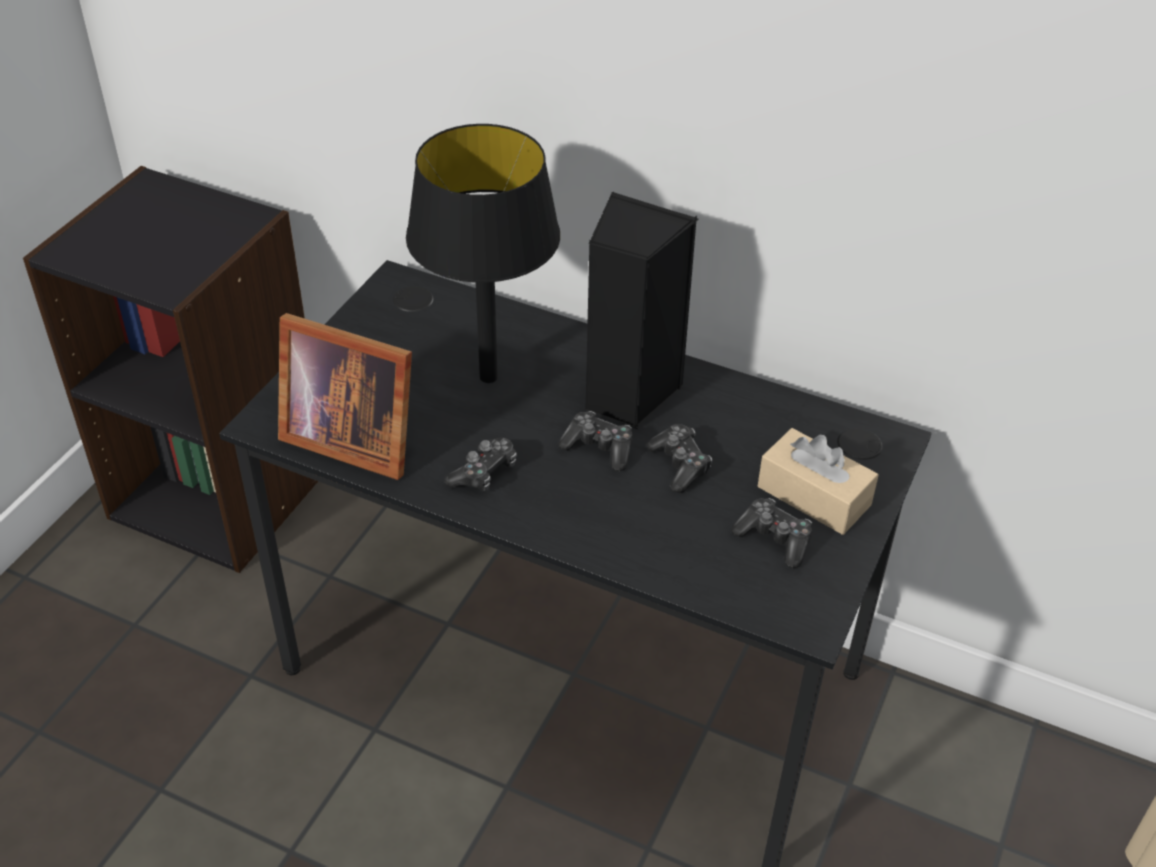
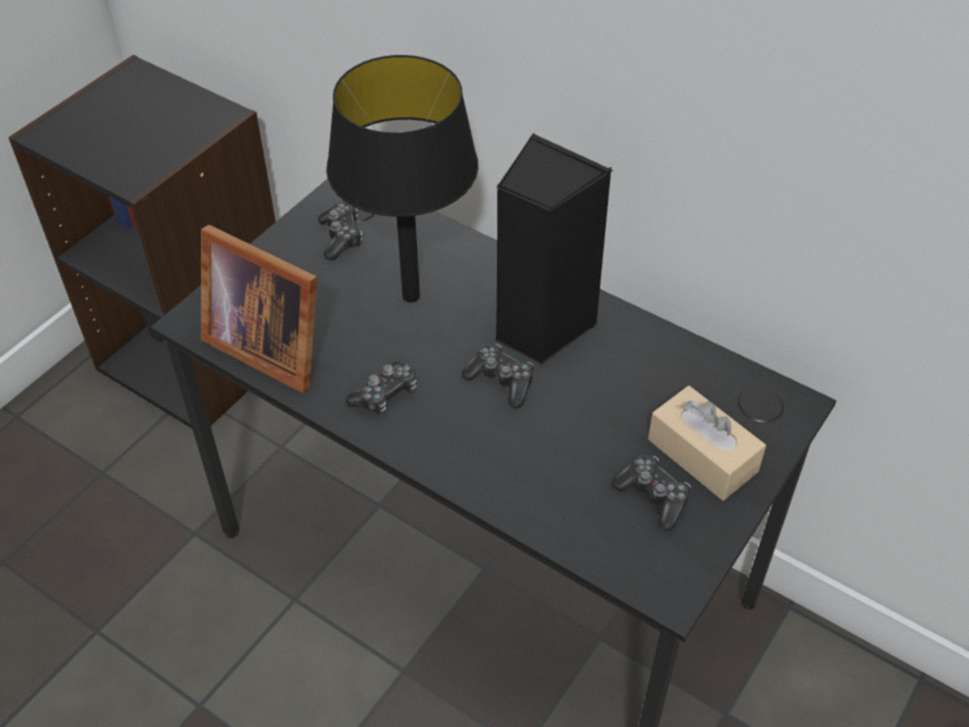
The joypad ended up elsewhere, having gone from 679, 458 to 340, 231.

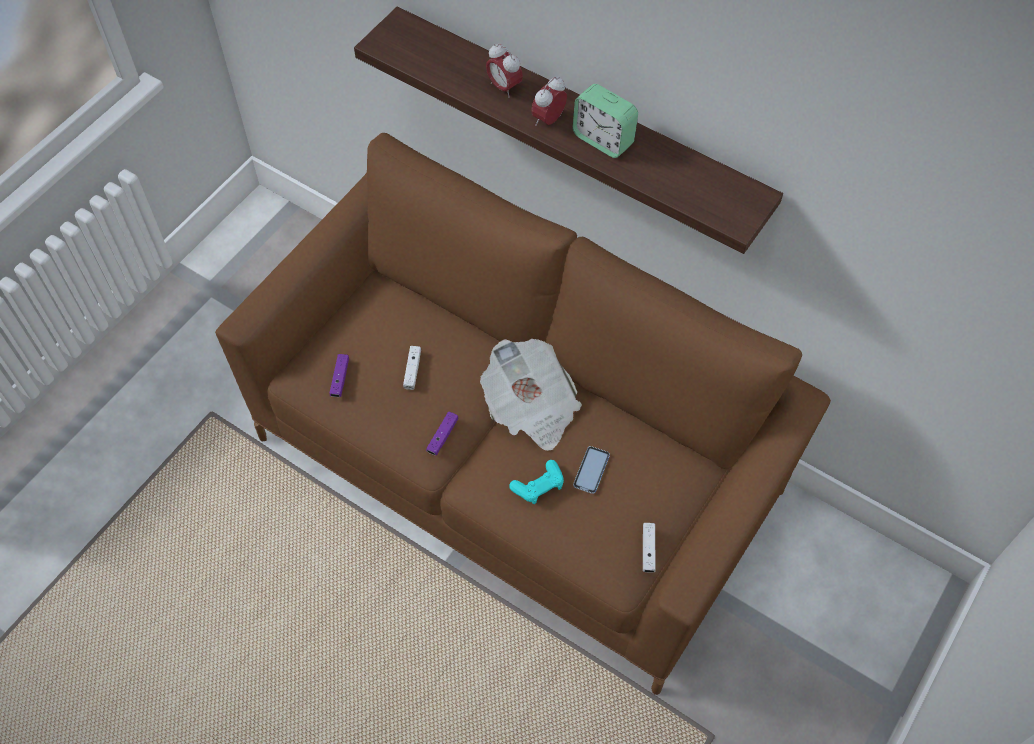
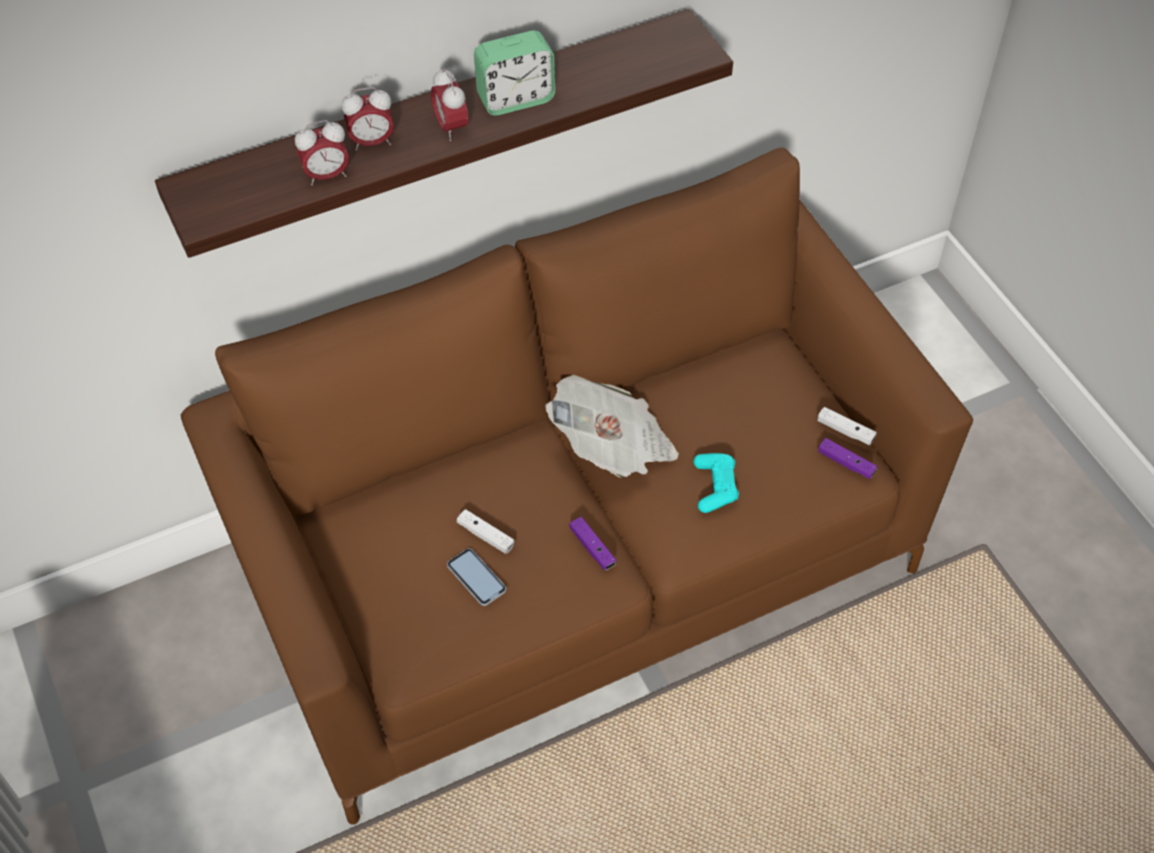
The second view gained the bedside clock at 322, 153.
The joypad (purple-coloured) ended up elsewhere, having gone from 339, 375 to 847, 458.
The handset ended up elsewhere, having gone from 591, 470 to 476, 577.

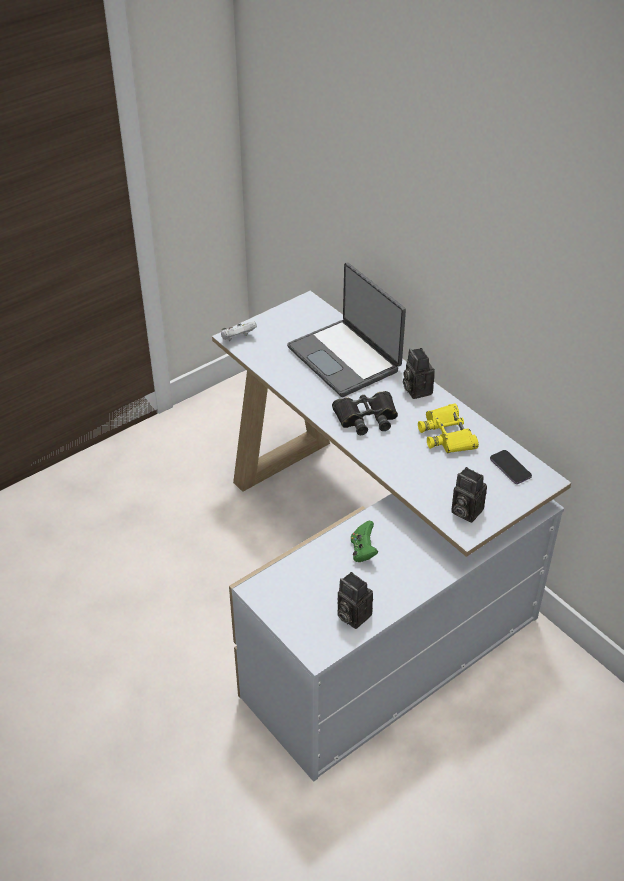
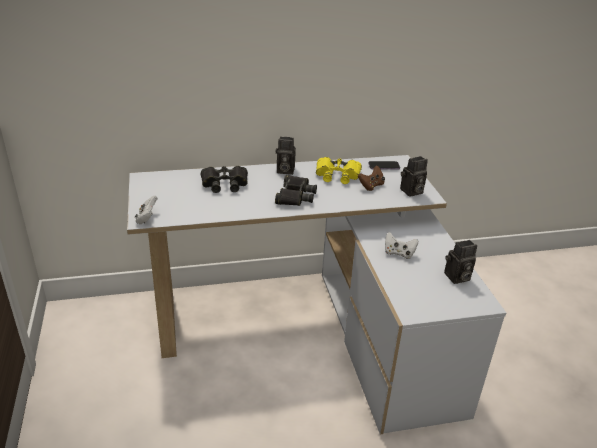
The second view gained the joypad (brownish) at 371, 178.
Where the portable computer stood at 346, 329, the field glasses (blackish) came to stand at 224, 179.
What was the joypad (greenish) at 364, 541 turned into the joypad (whitish) at 401, 245.

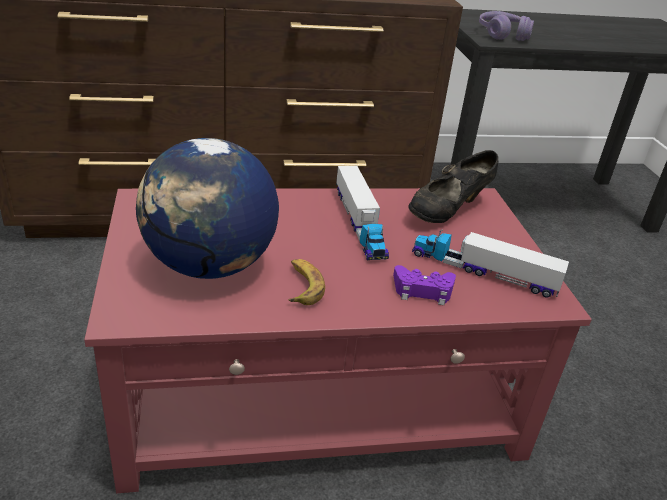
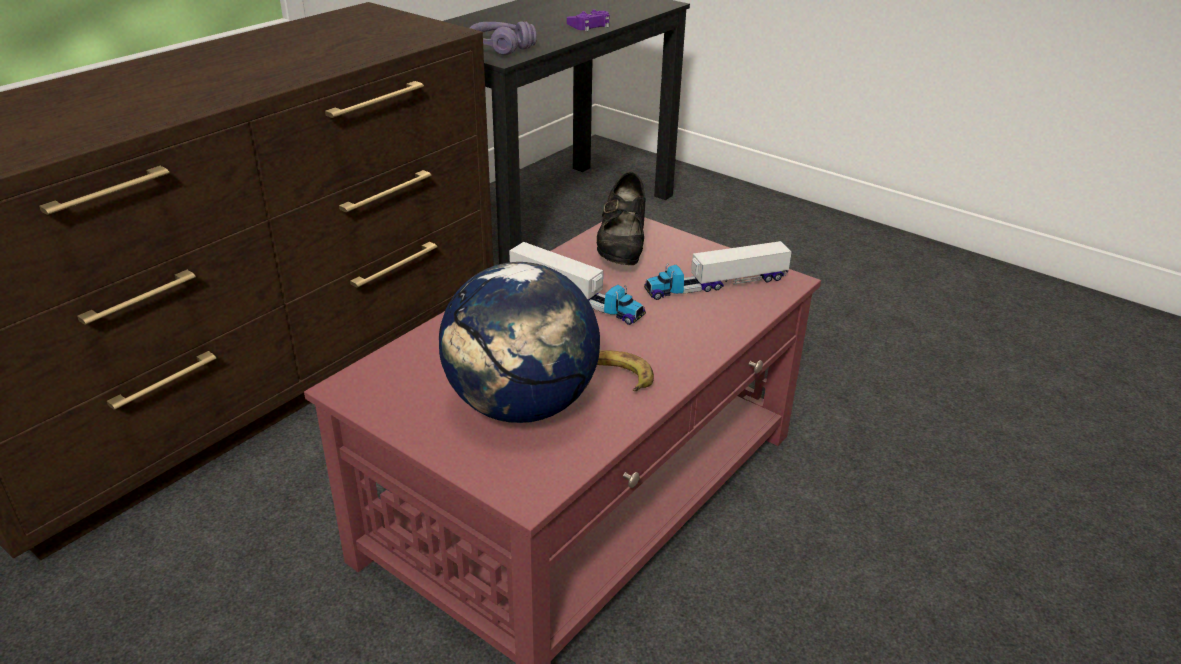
The joypad (purple-coloured) ended up elsewhere, having gone from 424, 285 to 588, 20.

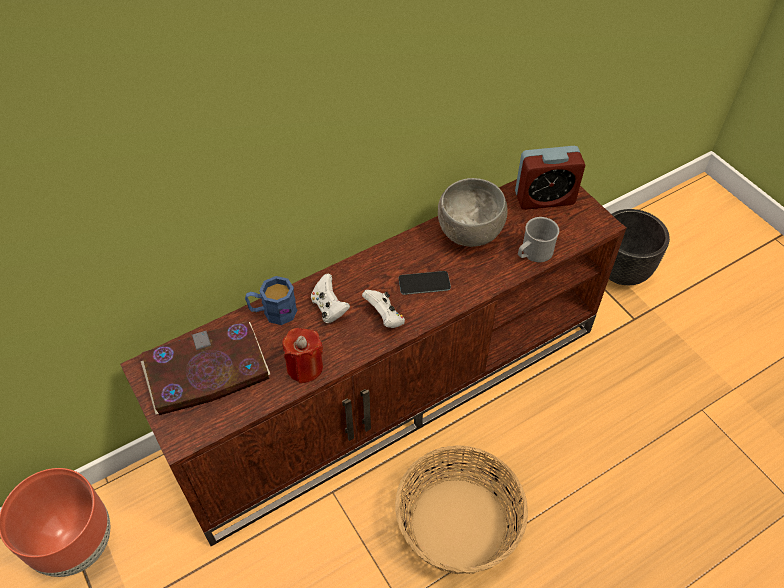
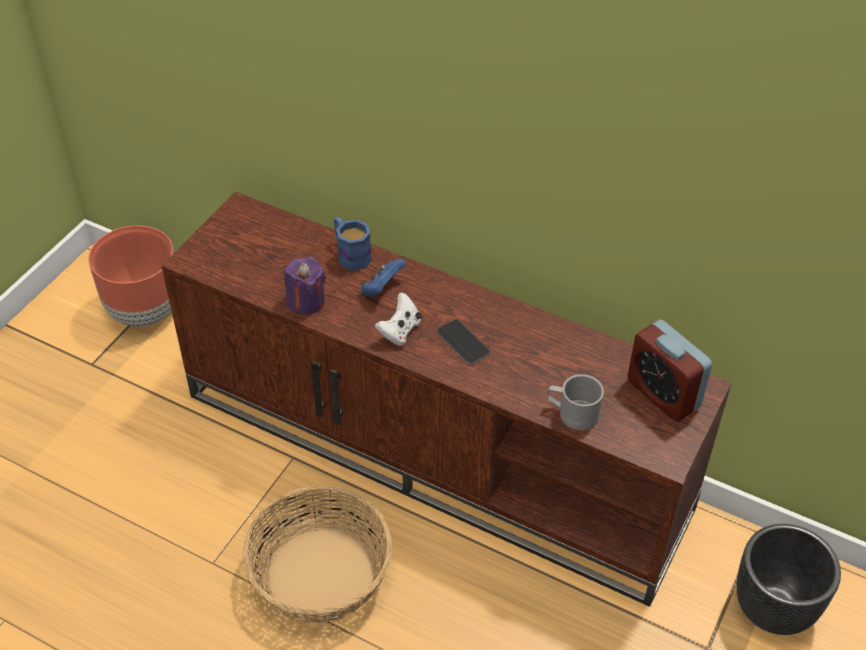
The second view lost the volume at 205, 368.
The second view lost the serving bowl (greyish) at 473, 212.
What was the wax candle (reddish) at 302, 355 turned into the wax candle (purple-coloured) at 305, 286.
What was the joypad (whitish) at 330, 298 turned into the joypad (bluish) at 383, 277.

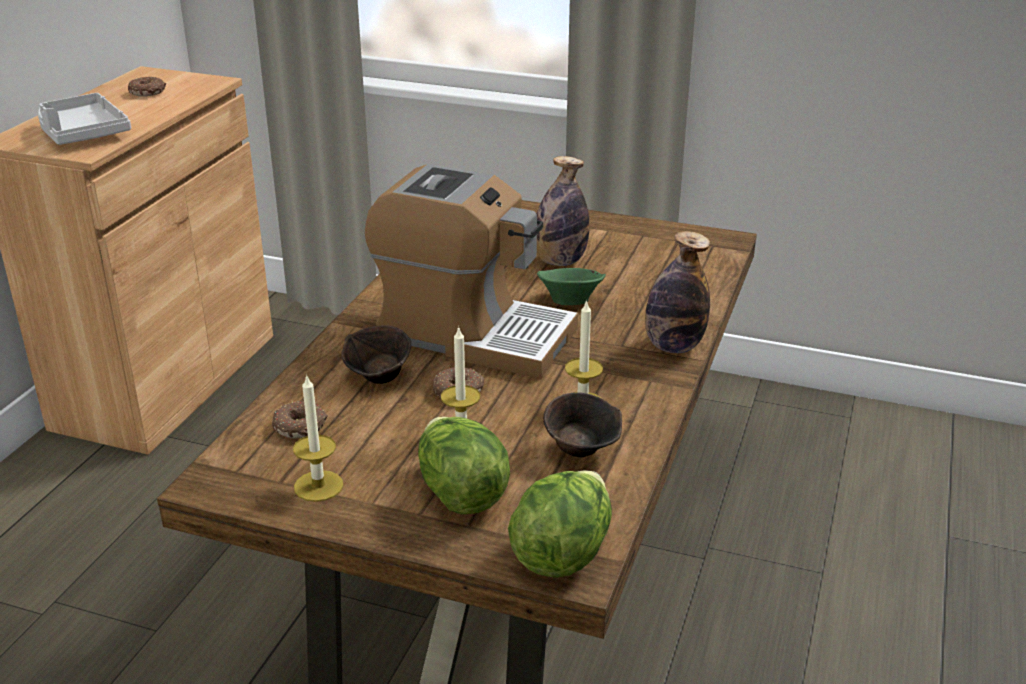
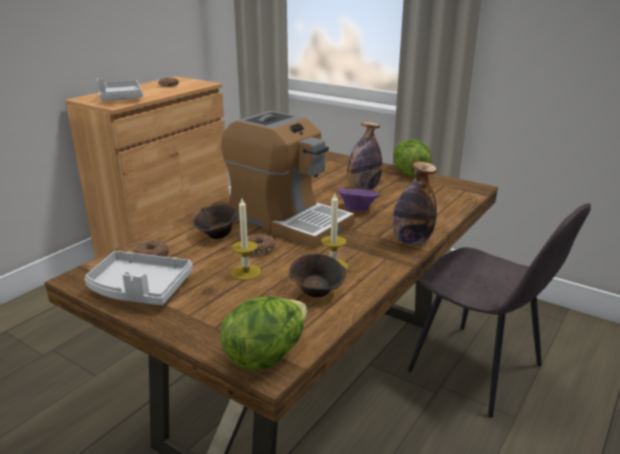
The second view gained the upright chair (greyish) at 499, 310.
The head of lettuce ended up elsewhere, having gone from 464, 465 to 412, 158.
Where the wax candle stood at 318, 438, the carrying tray (greyish) came to stand at 139, 278.
What was the serving bowl (greenish) at 571, 286 turned into the serving bowl (purple-coloured) at 359, 199.

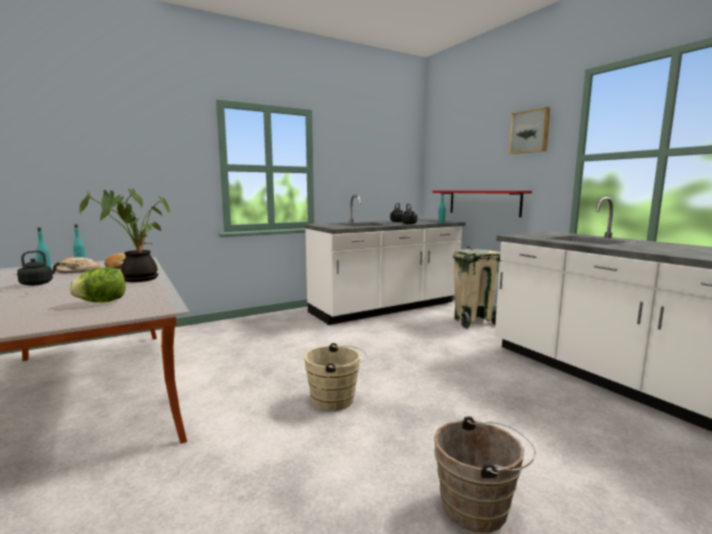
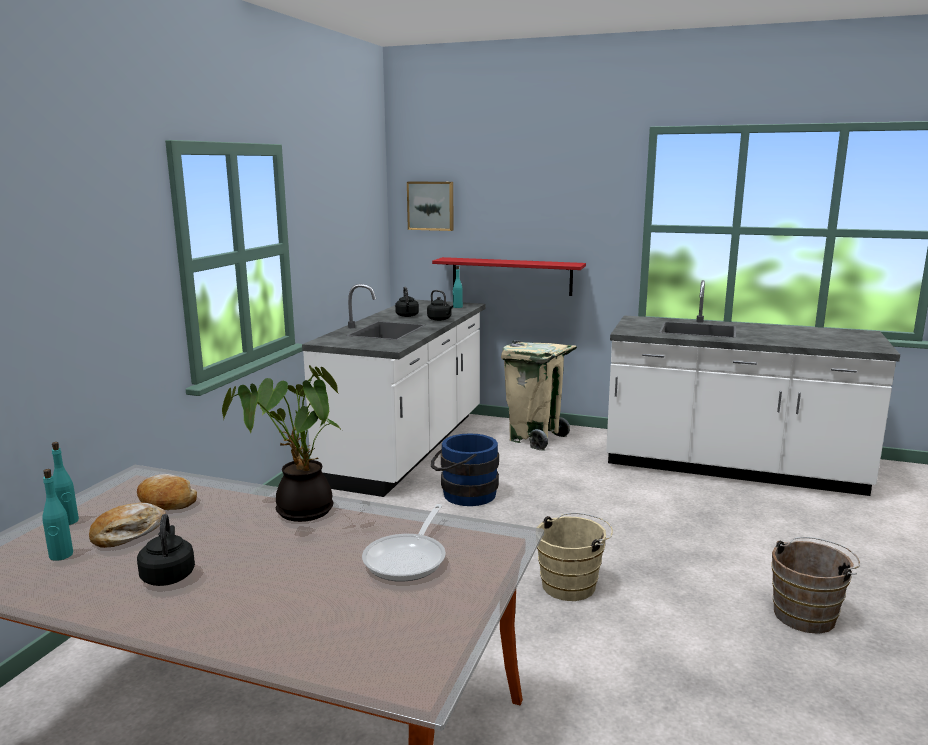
The second view gained the bucket (bluish) at 465, 469.
The wall picture ended up elsewhere, having gone from 529, 130 to 430, 206.
Where the head of lettuce stood at 97, 284, the skillet came to stand at 404, 543.

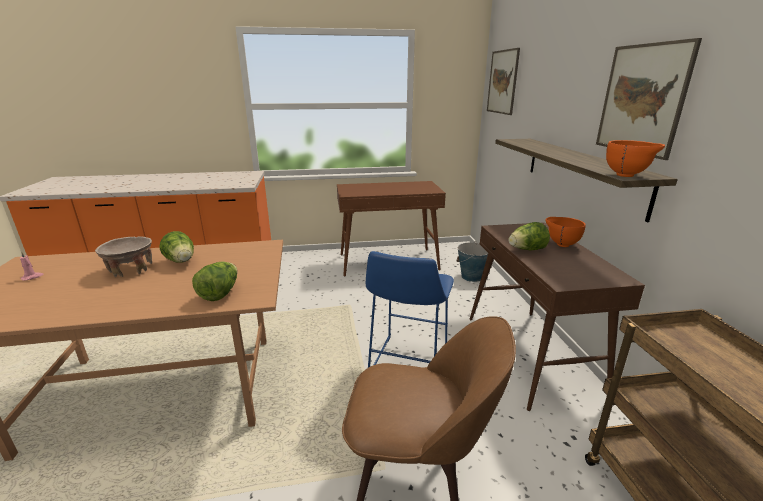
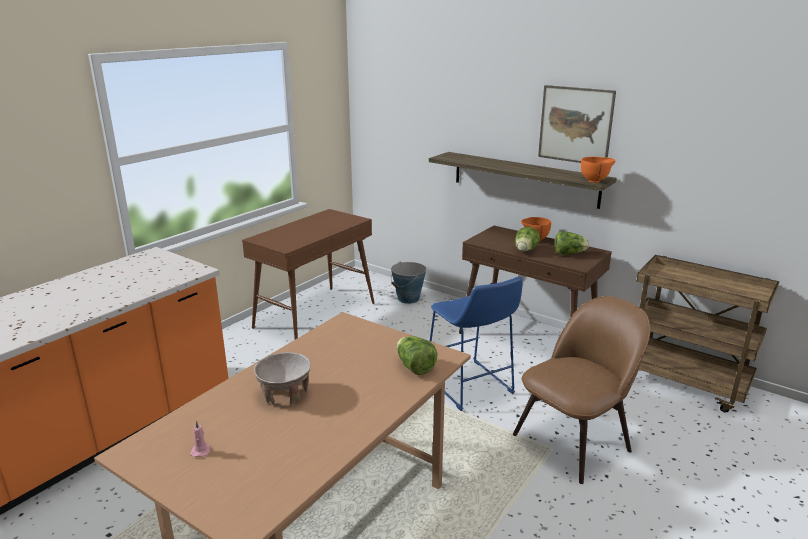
The second view lost the wall picture at 503, 81.
The head of lettuce ended up elsewhere, having gone from 176, 247 to 572, 243.

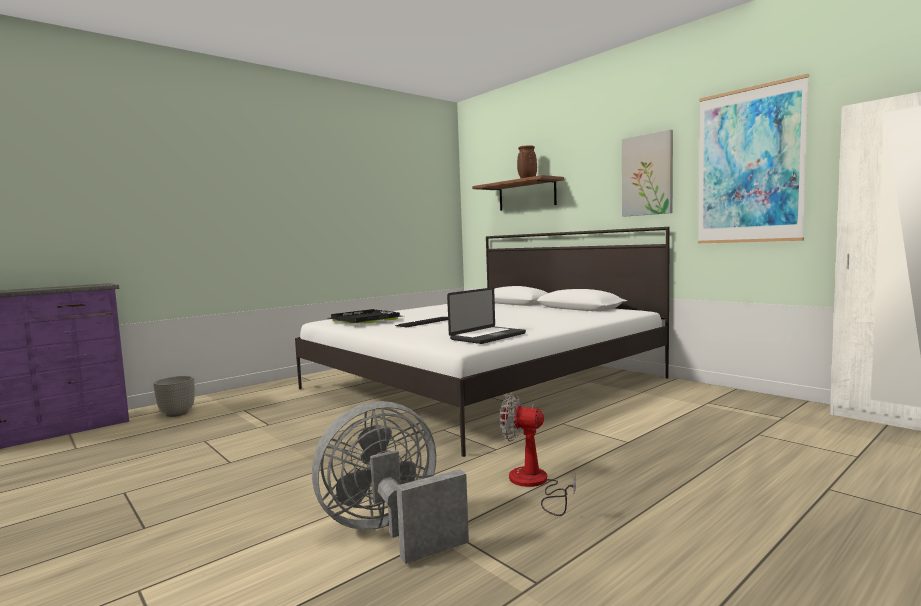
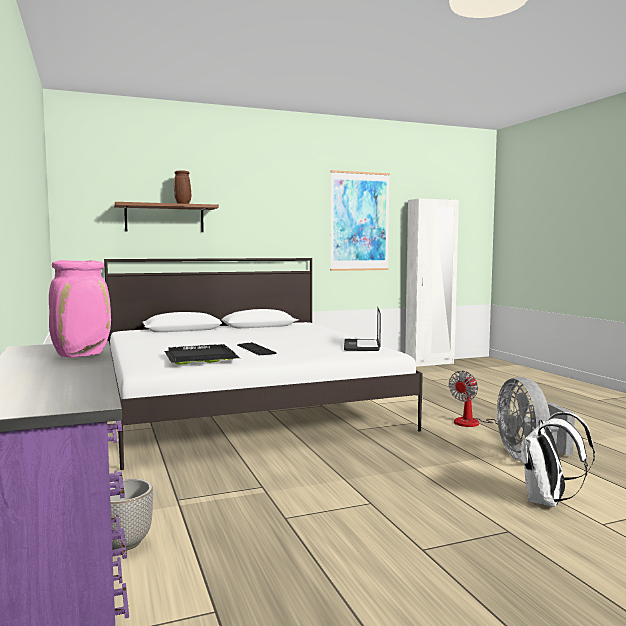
The second view lost the wall picture at 647, 173.
The second view gained the vase (pinkish) at 80, 309.
The second view gained the backpack (whitish) at 558, 459.
The portable computer at 486, 315 ended up facing another way, 150 degrees counterclockwise from before.

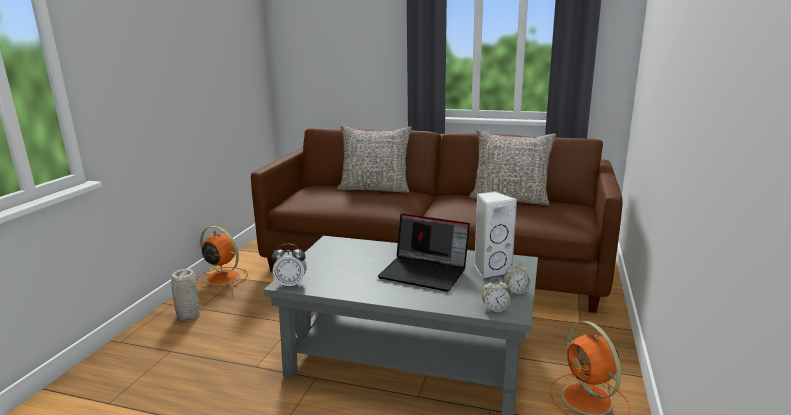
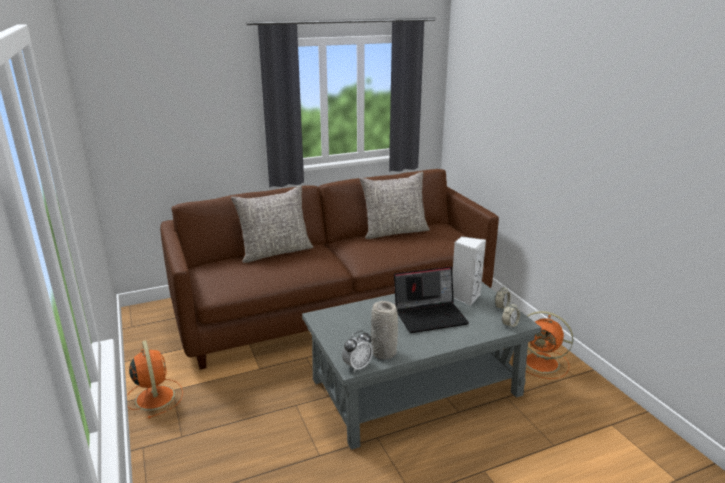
The vase (greyish) ended up elsewhere, having gone from 185, 295 to 384, 330.
The fan (orange) at 222, 257 ended up facing another way, 75 degrees clockwise from before.

